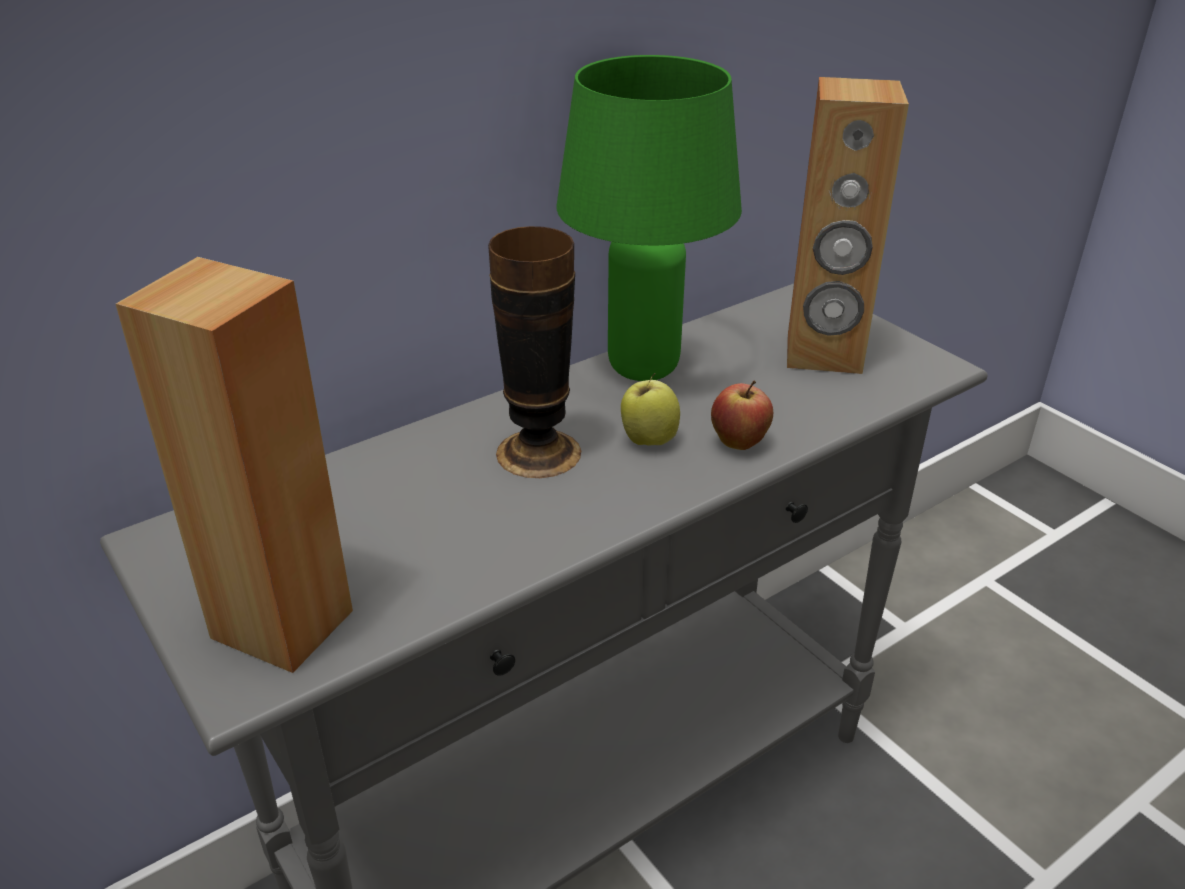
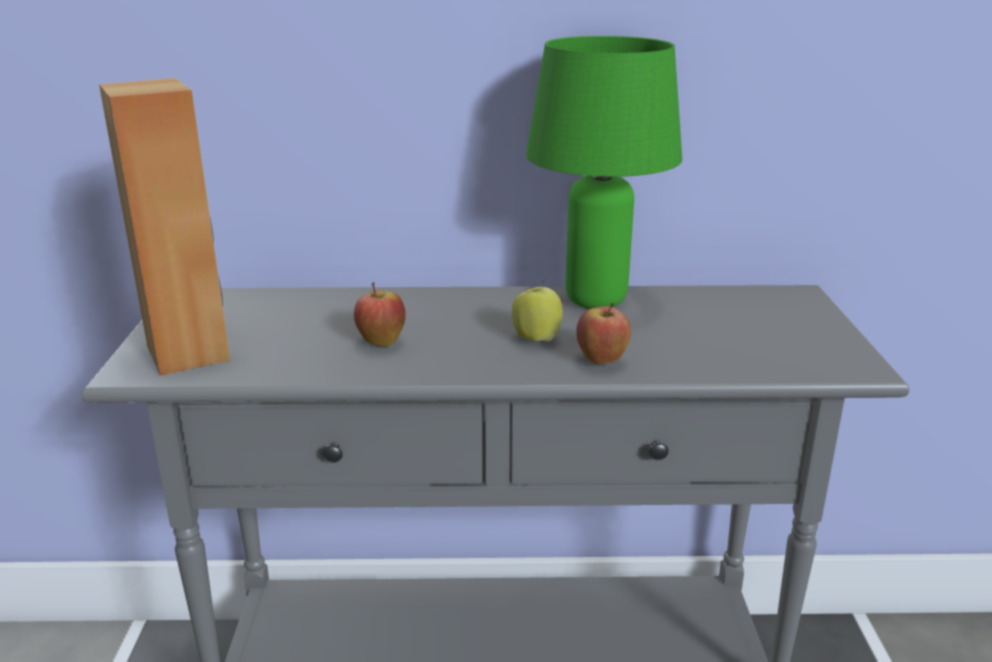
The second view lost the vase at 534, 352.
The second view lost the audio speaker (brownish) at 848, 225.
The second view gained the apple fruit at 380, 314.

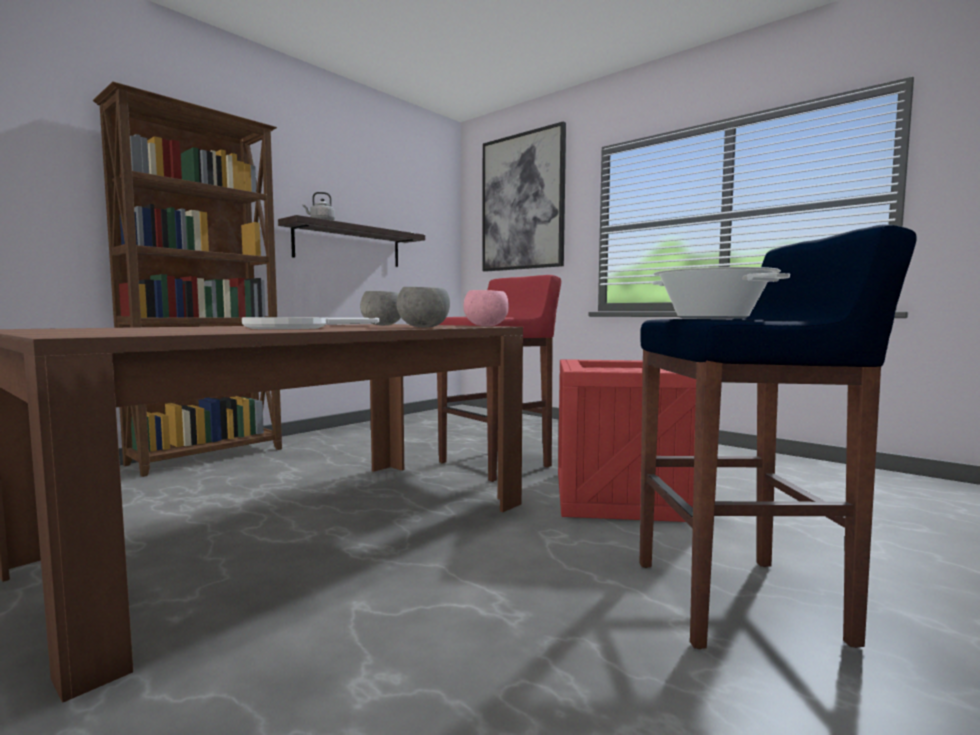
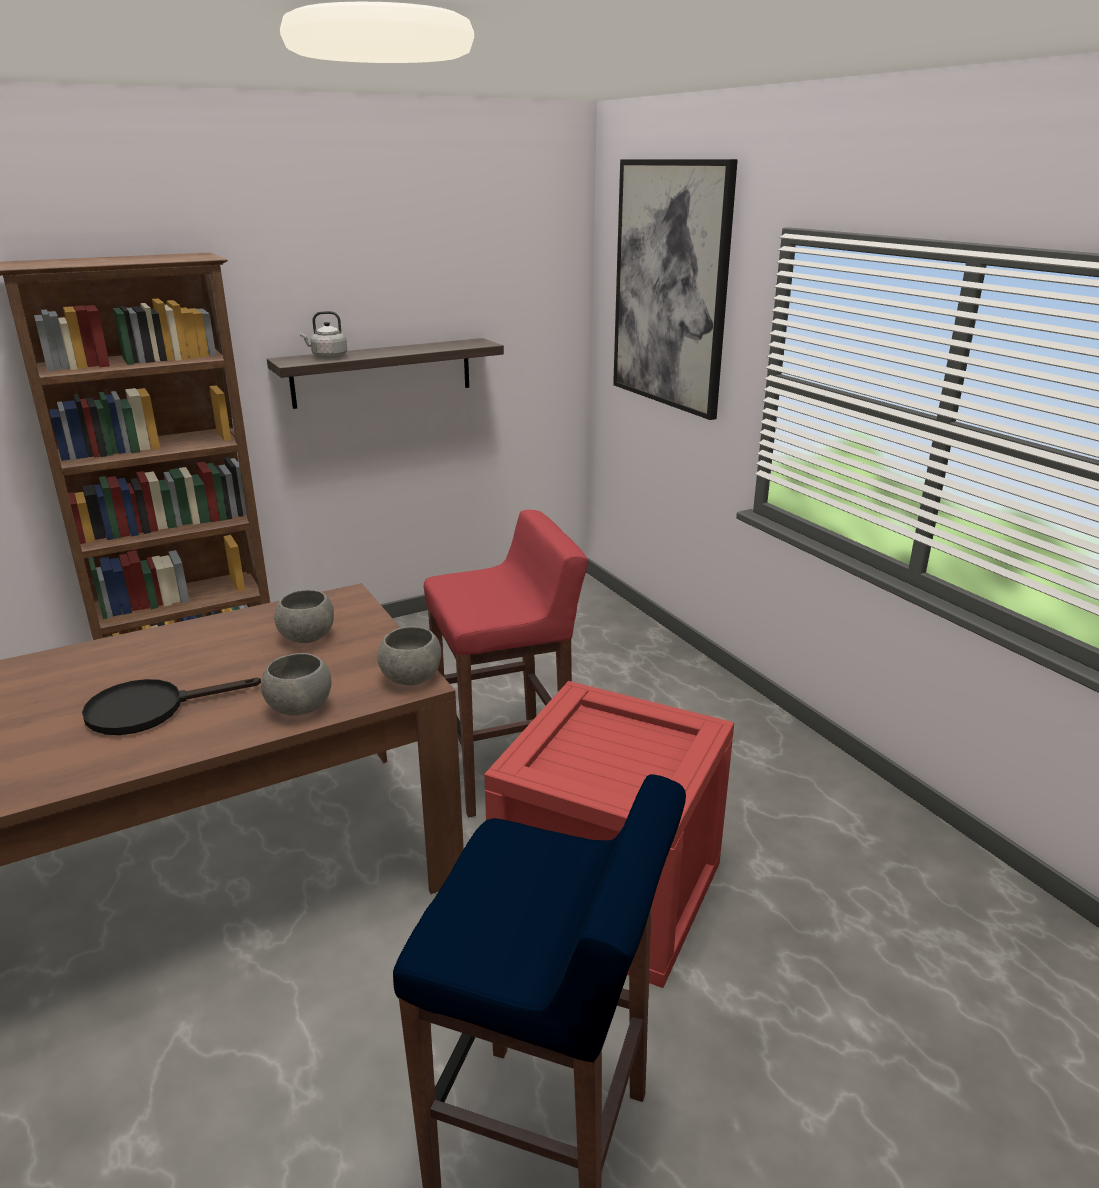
The second view lost the saucepot at 721, 293.
What was the skillet (whitish) at 310, 323 turned into the skillet (blackish) at 171, 706.
What was the serving bowl (pinkish) at 486, 308 turned into the serving bowl (greyish) at 409, 655.

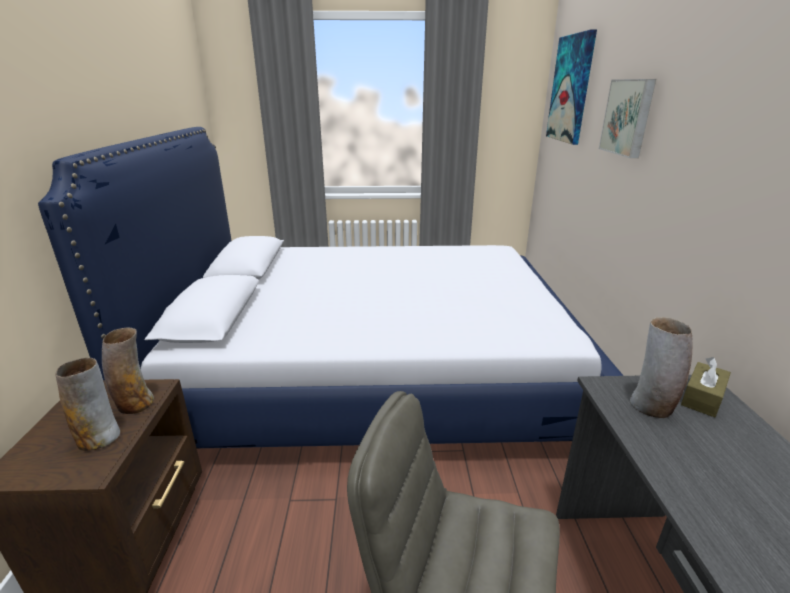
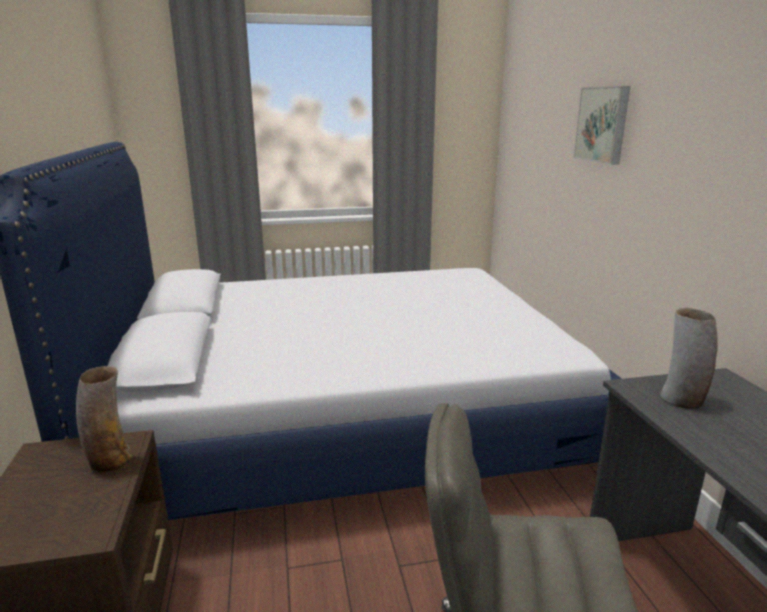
The second view lost the vase at 88, 404.
The second view lost the wall picture at 571, 87.
The second view lost the box of tissues (brownish) at 706, 387.

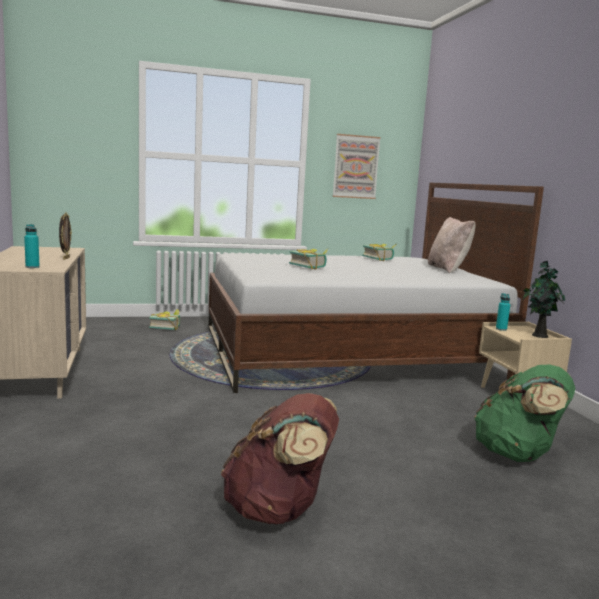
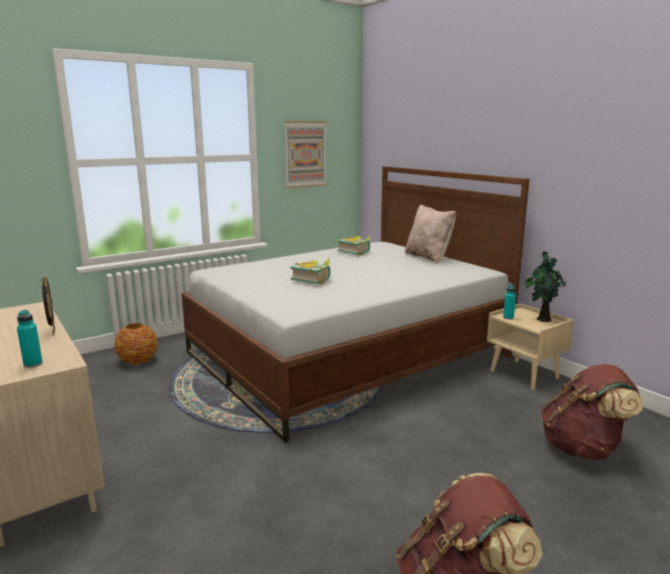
Where the volume stood at 164, 319, the vase came to stand at 136, 343.
What was the backpack (greenish) at 524, 413 turned into the backpack (brownish) at 592, 412.

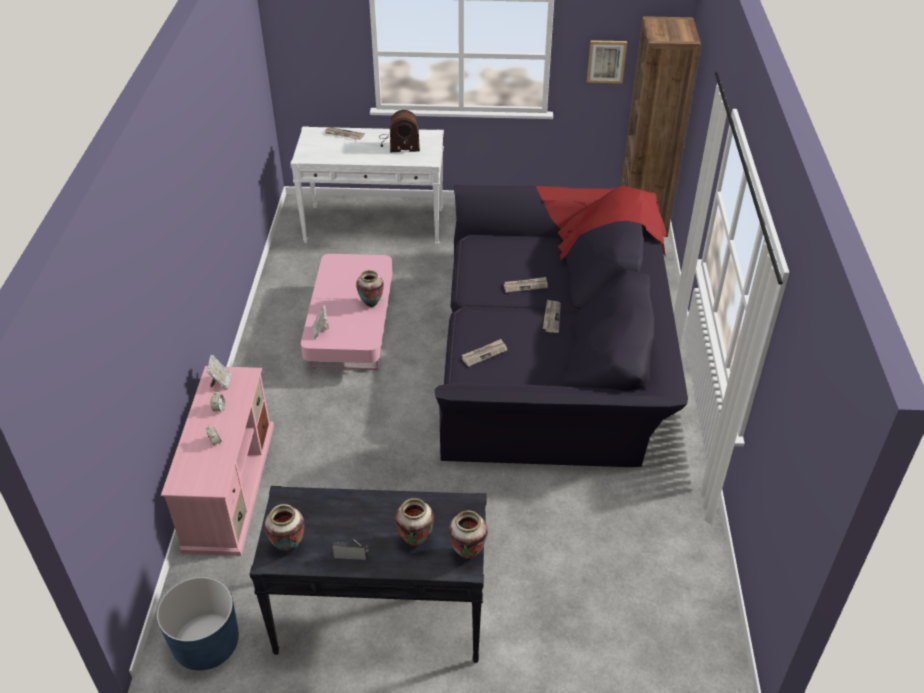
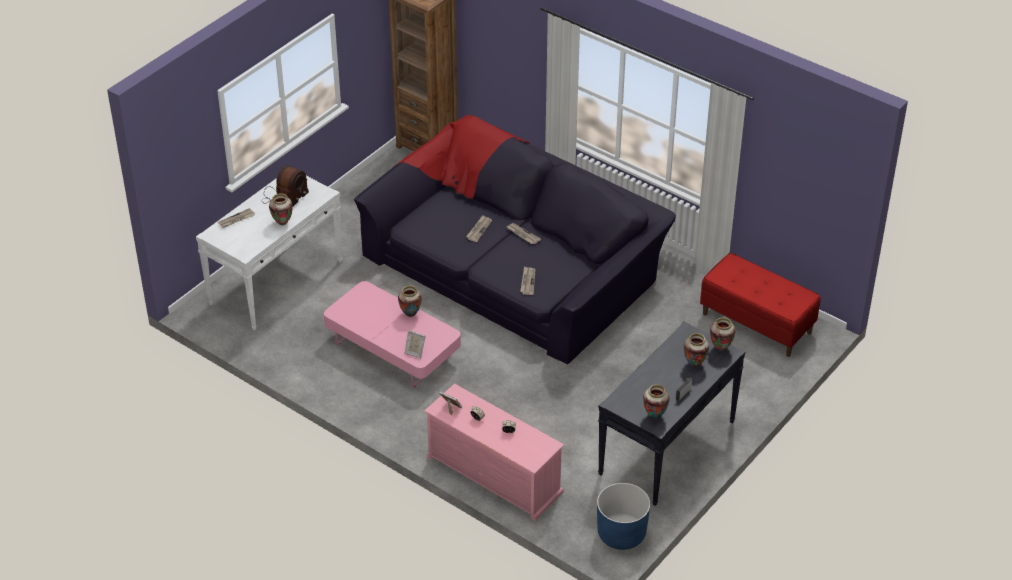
The second view lost the wall picture at 607, 61.
The second view gained the vase at 281, 209.
The second view gained the indoor bench (reddish) at 760, 305.

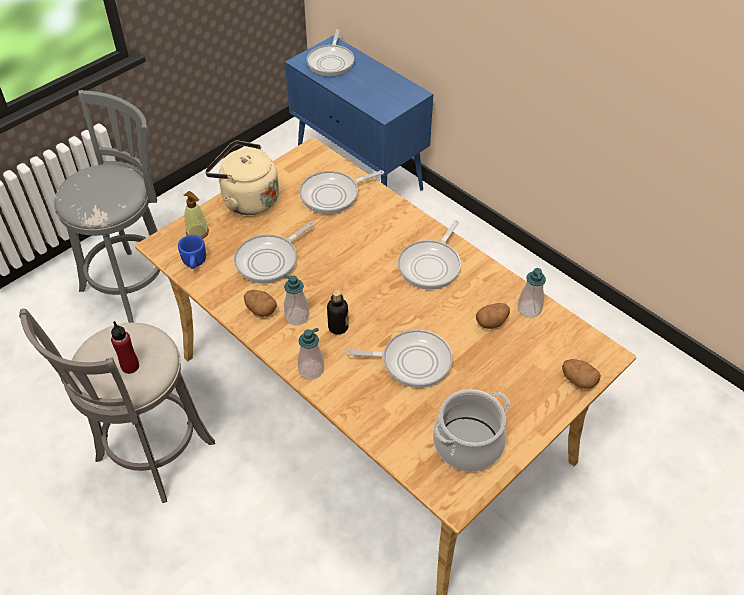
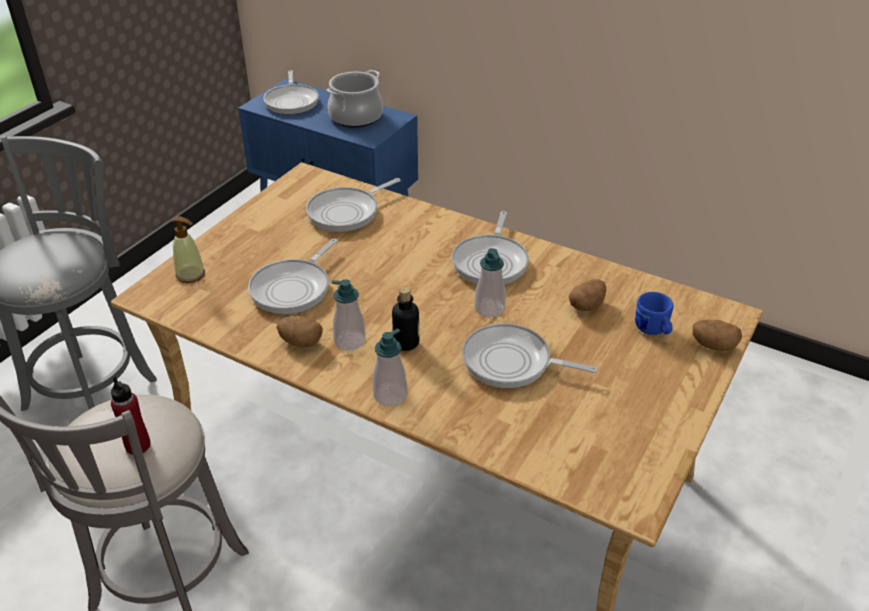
The second view lost the water kettle (beige) at 242, 177.
The coffee mug (bluish) ended up elsewhere, having gone from 192, 252 to 654, 313.
The saucepot ended up elsewhere, having gone from 471, 430 to 355, 99.
The soap bottle ended up elsewhere, having gone from 532, 293 to 490, 283.
The skillet at 399, 359 ended up facing another way, 150 degrees counterclockwise from before.

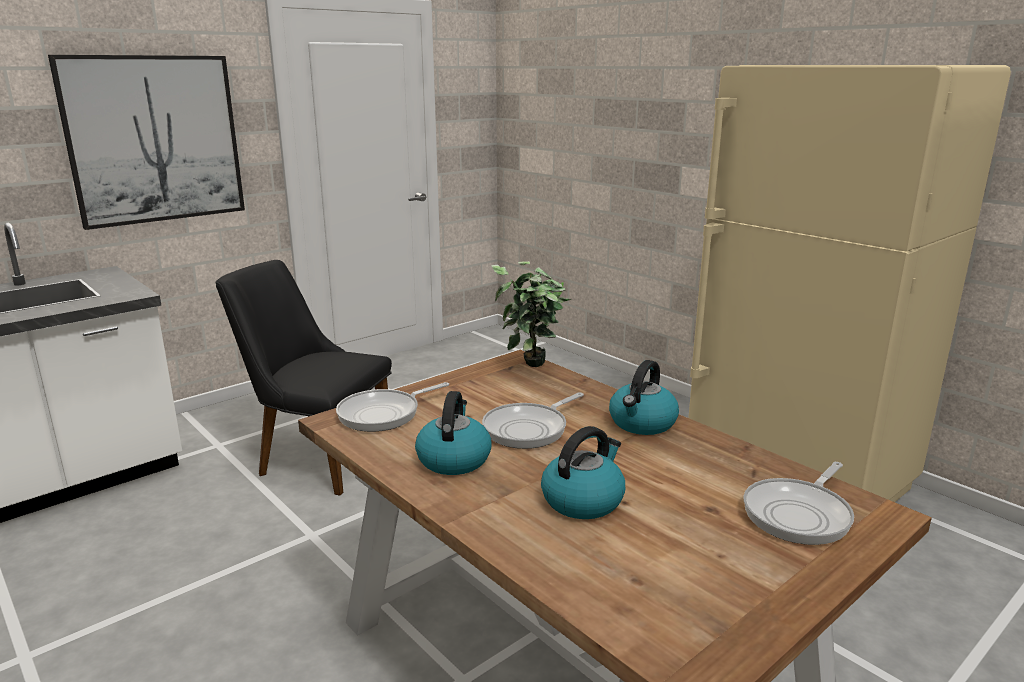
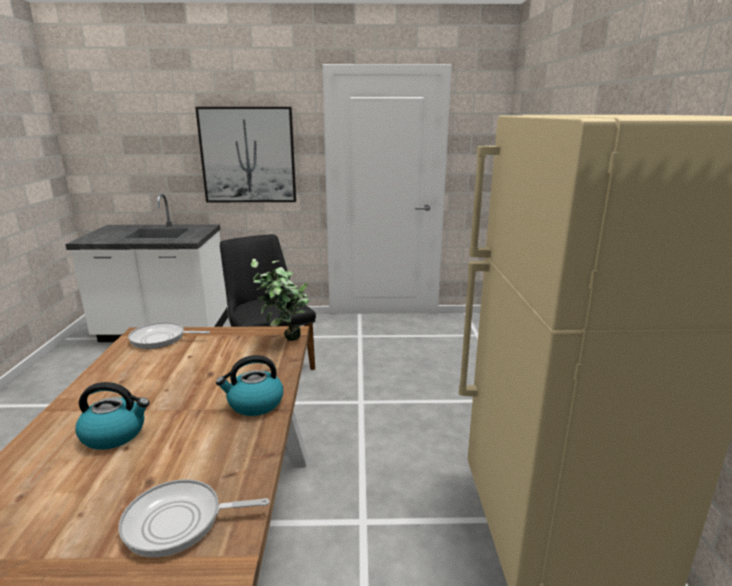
The second view lost the water kettle at 453, 433.
The second view lost the skillet at 533, 420.

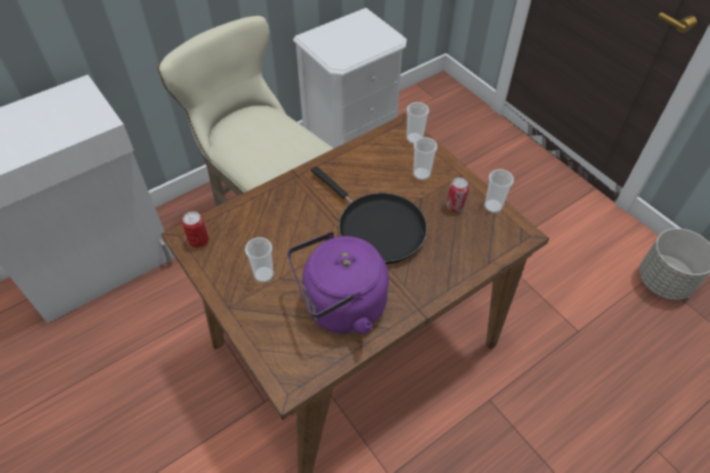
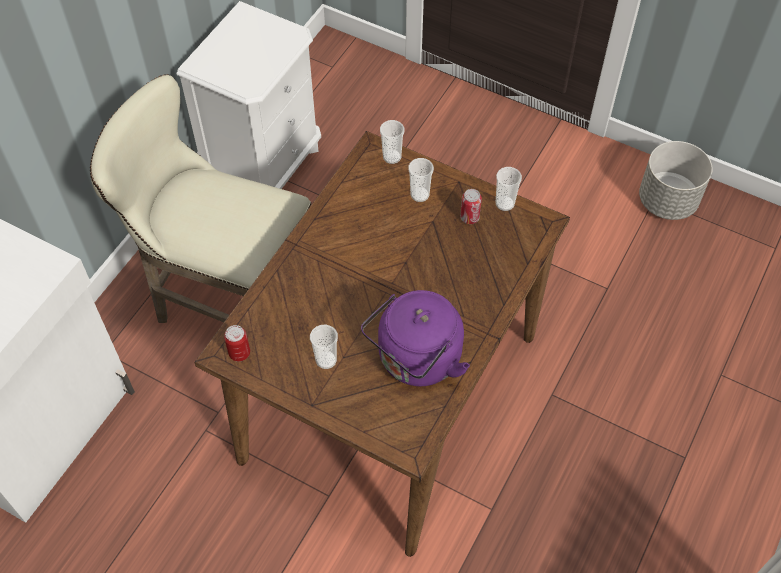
The second view lost the skillet (blackish) at 369, 215.

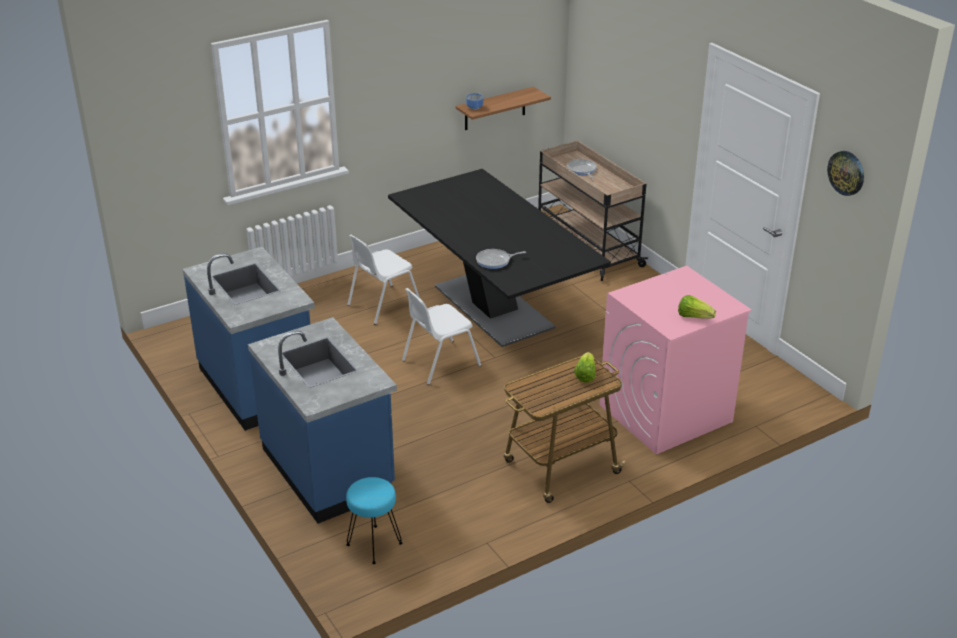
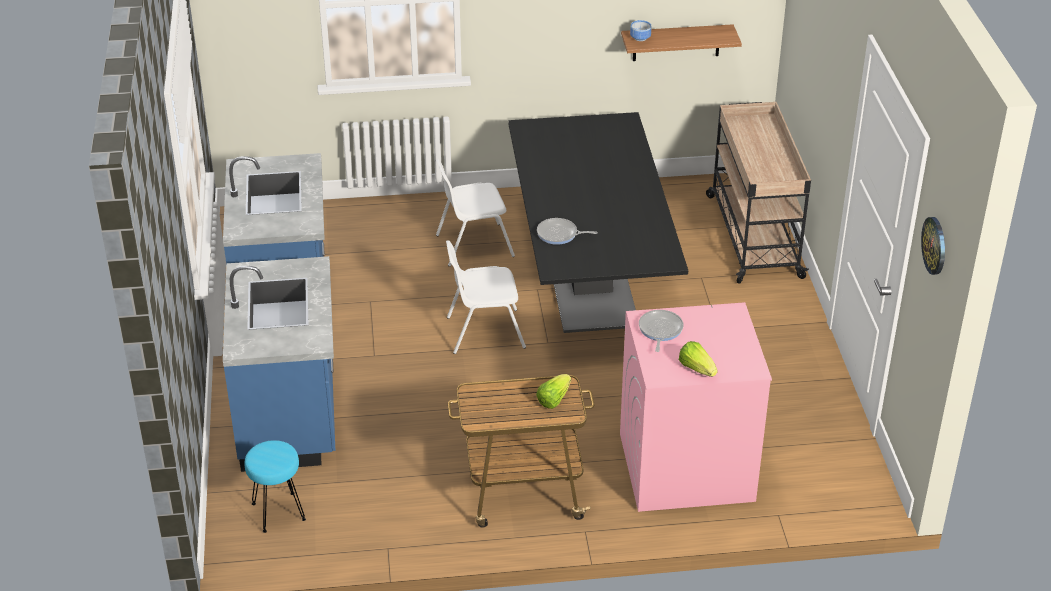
The skillet ended up elsewhere, having gone from 582, 168 to 661, 331.

